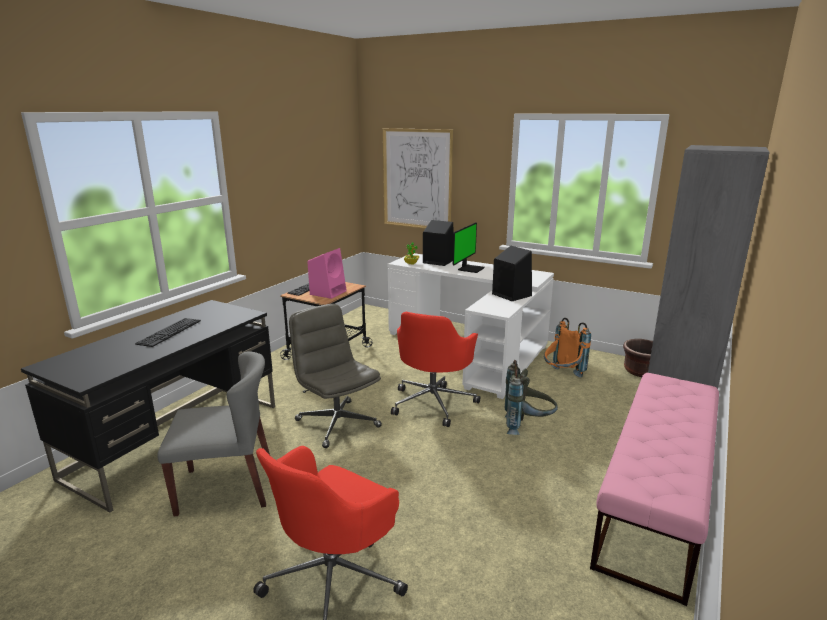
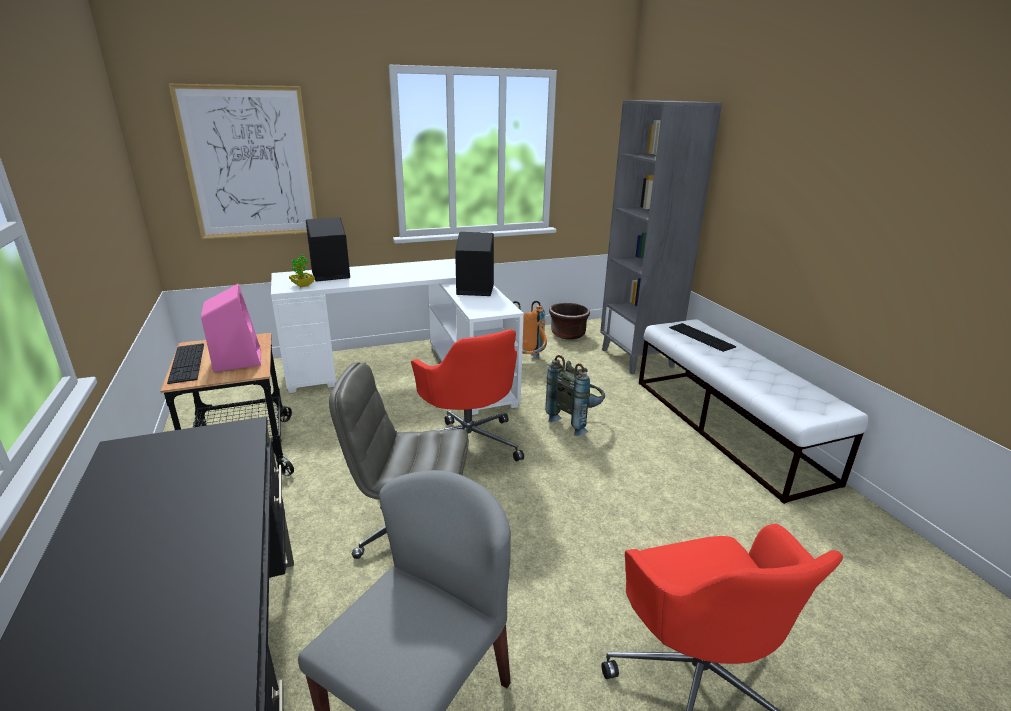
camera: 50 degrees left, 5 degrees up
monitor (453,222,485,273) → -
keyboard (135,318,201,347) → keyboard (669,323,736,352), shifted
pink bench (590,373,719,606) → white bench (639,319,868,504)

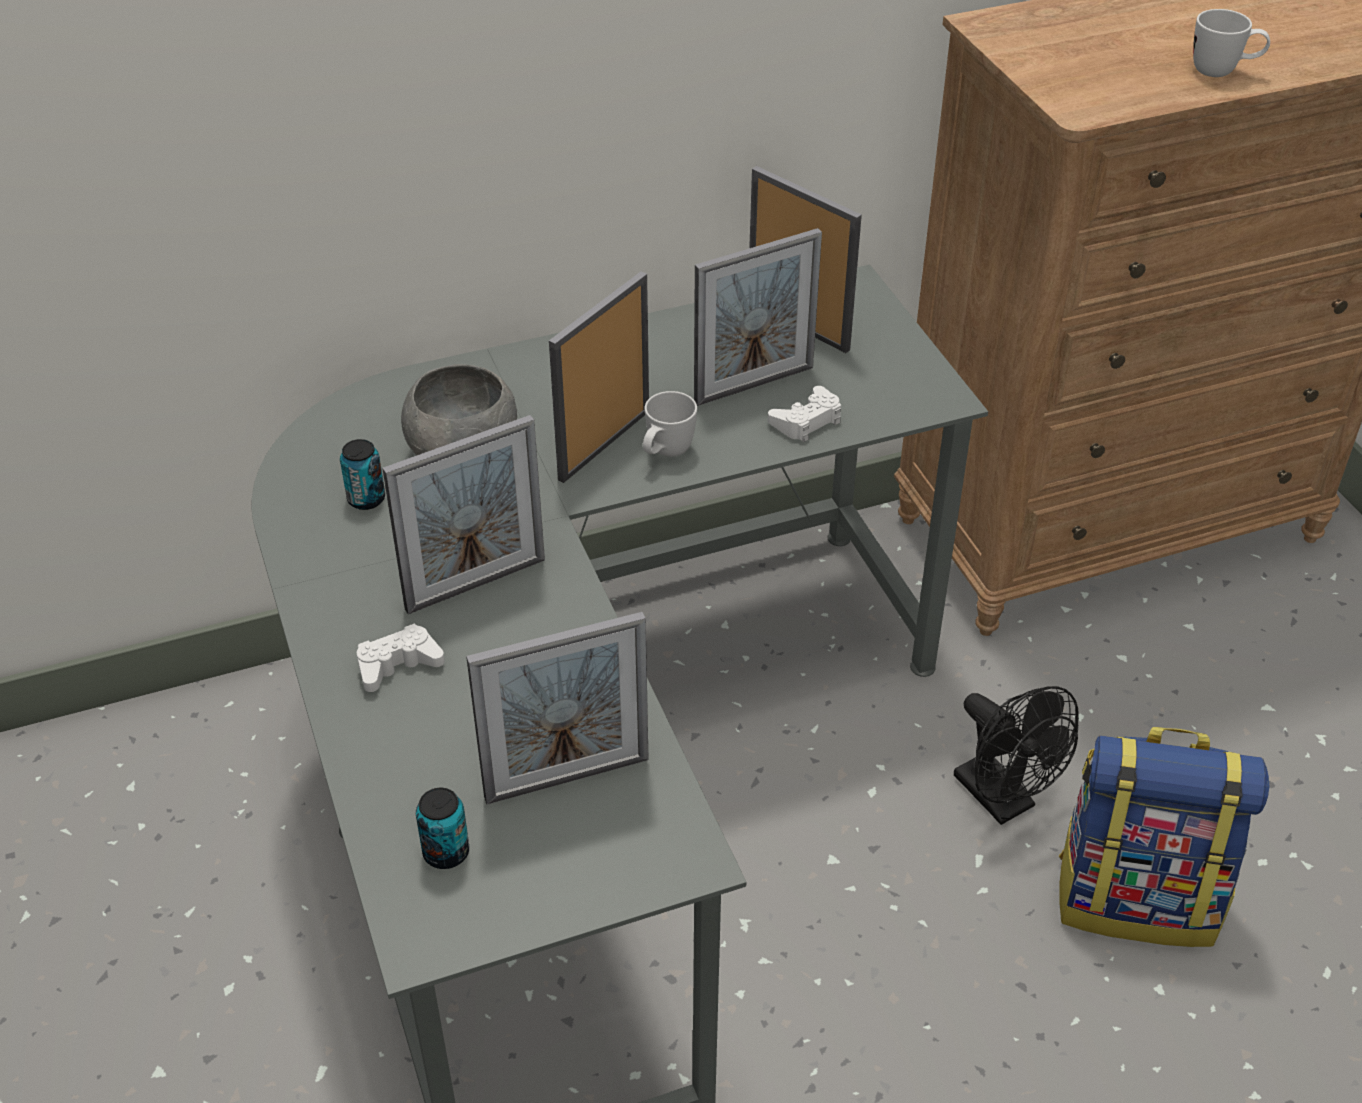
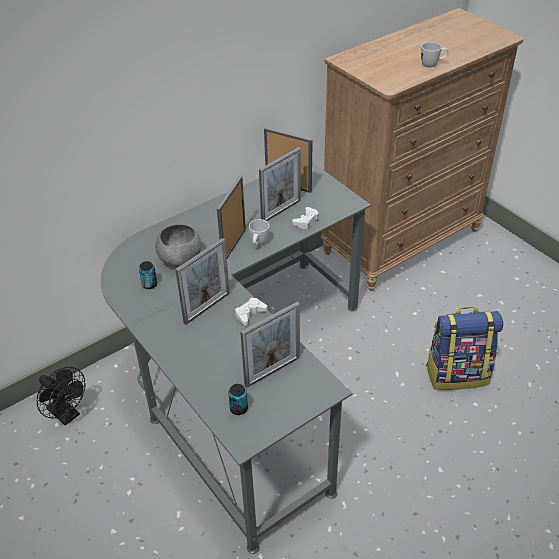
camera: 15 degrees left, 0 degrees up
white game controller (357,624,445,692) → white game controller (235,298,267,325), shifted
black fan (954,686,1079,825) → black fan (37,367,86,426), shifted

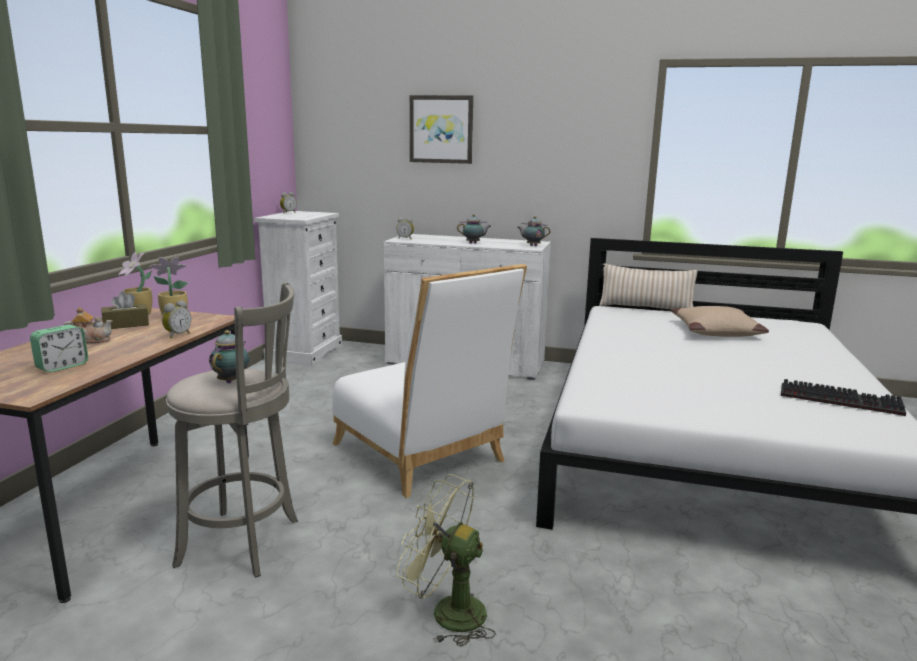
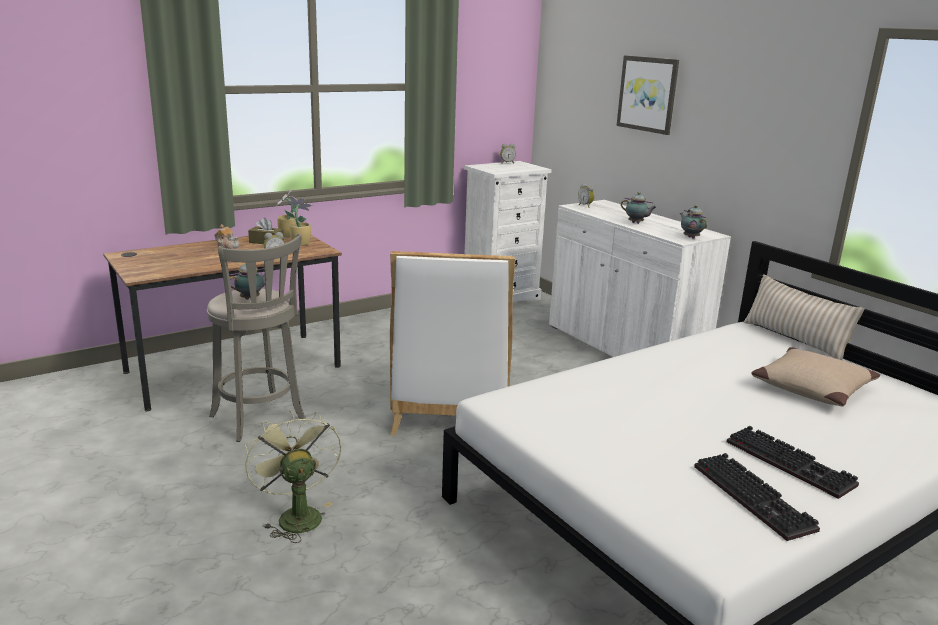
camera: 40 degrees right, 5 degrees up
alarm clock (30,325,88,372) → -
- → keyboard (727,425,859,499)

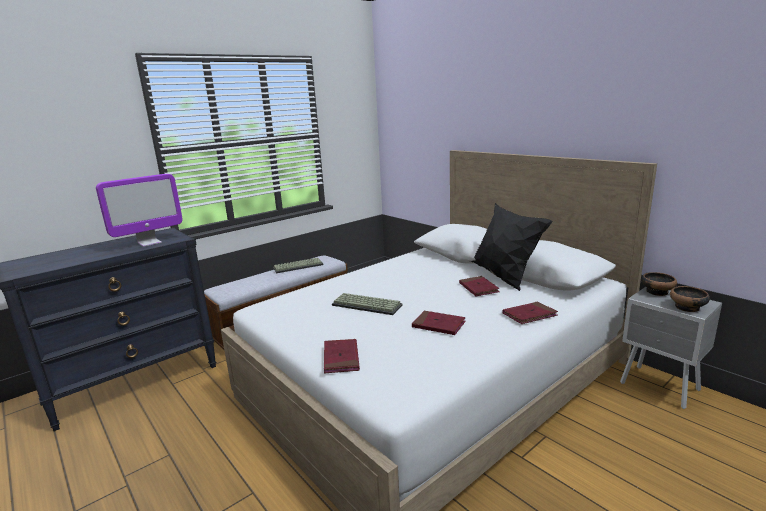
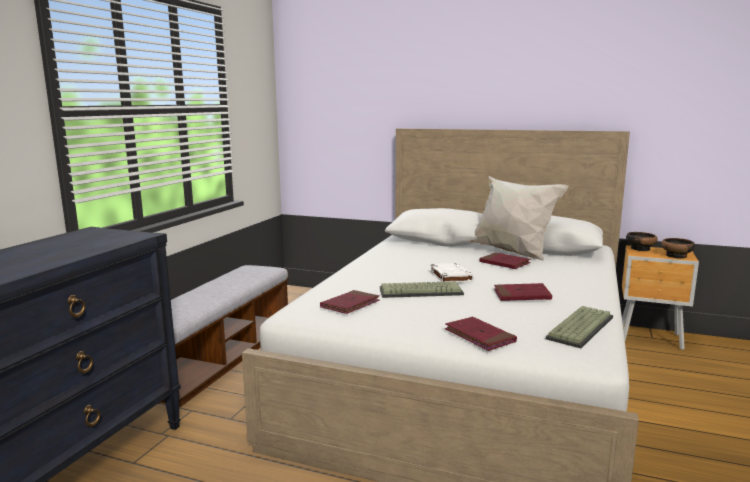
camera: 30 degrees left, 5 degrees down
monitor (96,174,183,247) → -
- → white book (430,263,474,283)
keyboard (273,258,324,273) → keyboard (546,306,613,348), shifted
red book (502,302,558,324) → red book (320,290,380,314), shifted
black pillow (470,203,553,291) → white pillow (468,176,568,261)
grey nightstand (620,287,722,409) → brown nightstand (622,245,699,350)

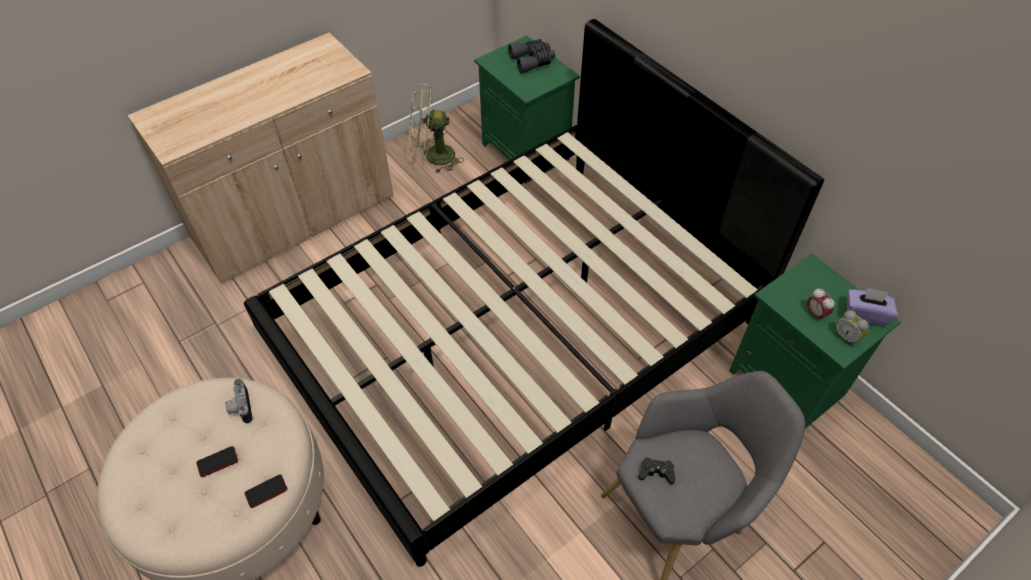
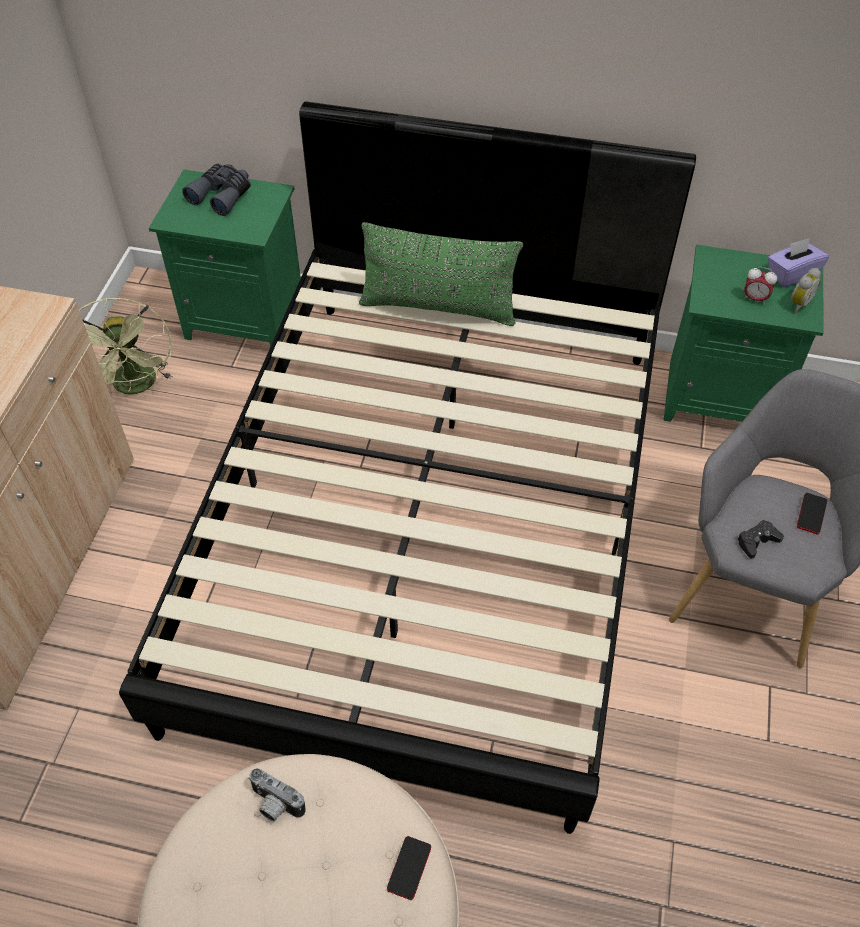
camera: 40 degrees left, 0 degrees up
- → green pillow (359,222,523,326)
phone (196,446,238,477) → phone (797,493,827,535), shifted
green fan (409,84,464,174) → green fan (79,298,173,395), 60 degrees counterclockwise
alarm clock (834,310,869,347) → alarm clock (790,268,821,313), 60 degrees counterclockwise

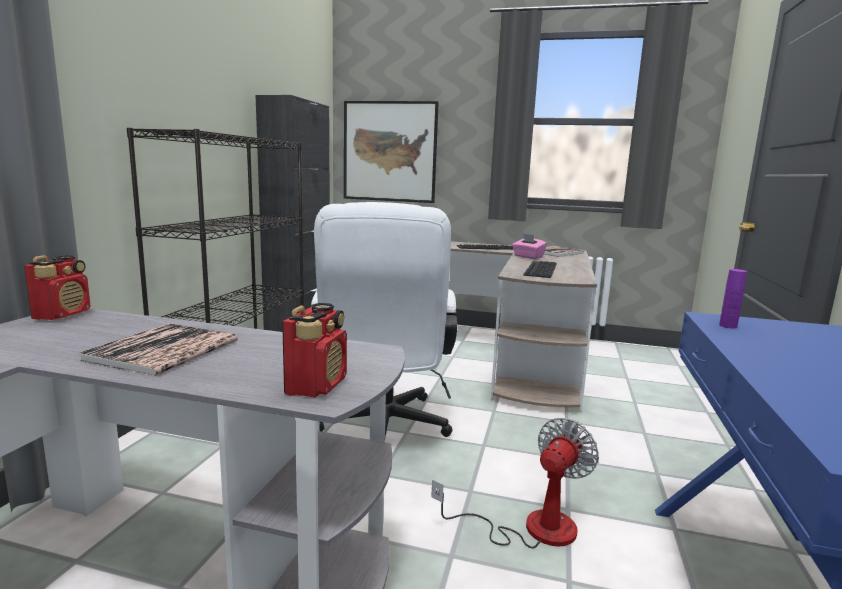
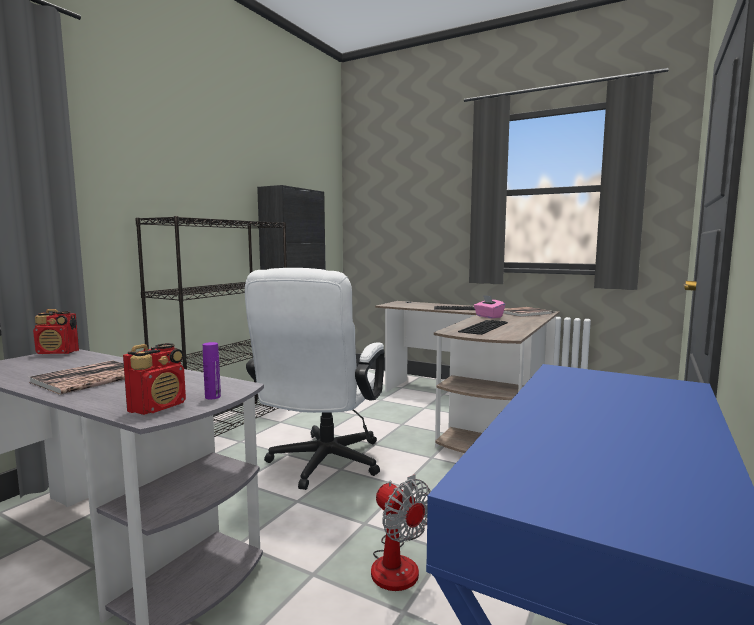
camera: 15 degrees right, 5 degrees down
picture (344,101,439,203) → -
purple bottle (719,269,747,328) → purple bottle (203,342,221,399), shifted
radio (24,255,90,320) → radio (33,309,79,354), 60 degrees clockwise
fan (431,418,599,549) → fan (371,474,431,591), 90 degrees clockwise

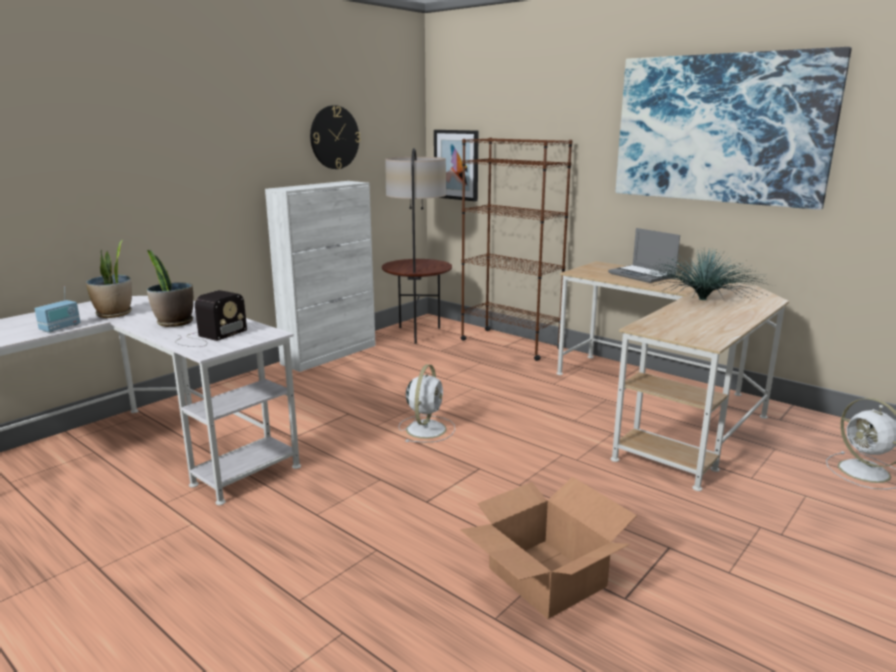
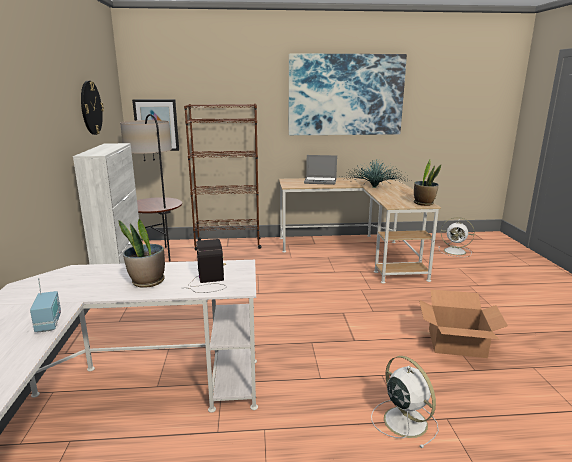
camera: 45 degrees left, 0 degrees up
potted plant (86,240,132,318) → potted plant (414,160,441,206), shifted
white fan (398,364,455,443) → white fan (371,356,439,448), shifted

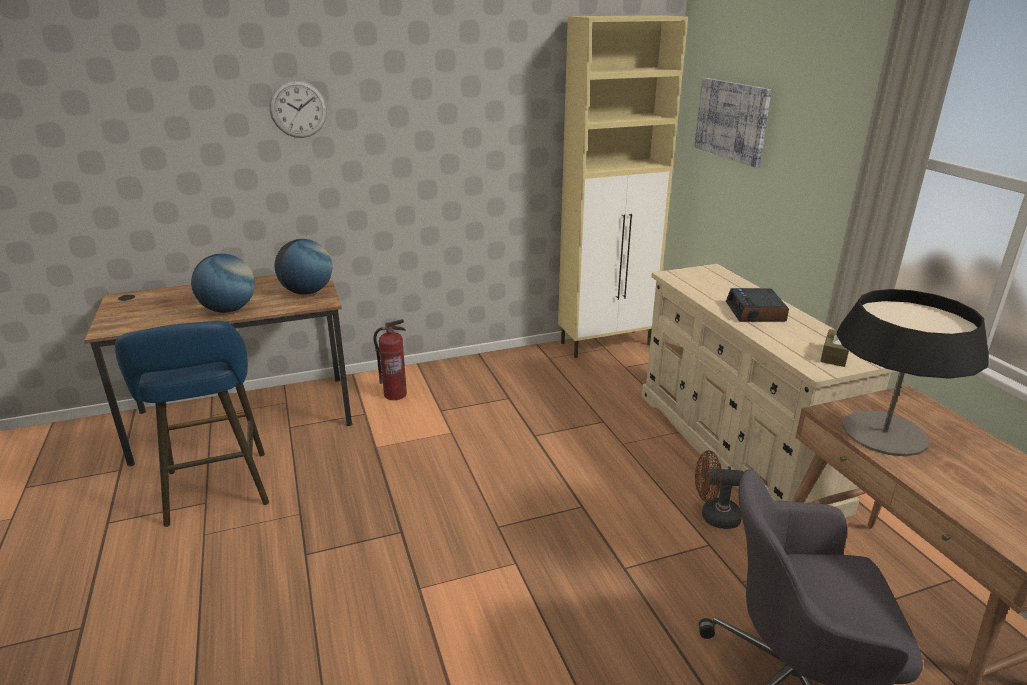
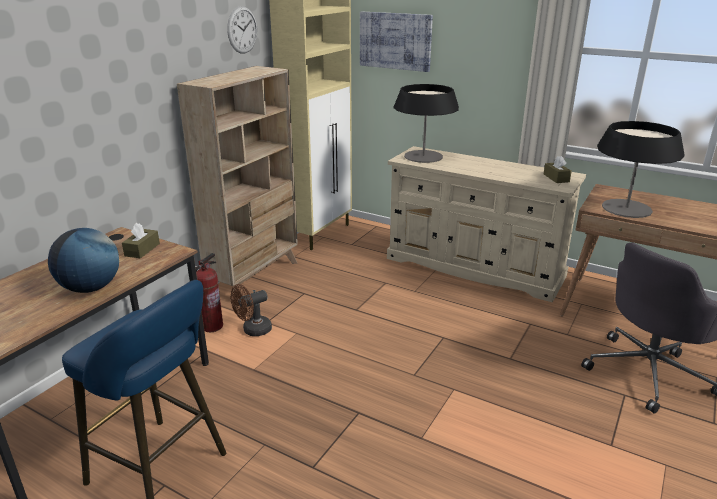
camera: 40 degrees left, 0 degrees up
alarm clock (726,288,789,322) → -
- → beige bookcase (177,66,298,289)
- → table lamp (394,84,459,163)
wall clock (269,80,327,138) → wall clock (227,6,257,54), shifted
brown fan (695,450,744,529) → brown fan (231,284,272,336), shifted
globe (274,239,332,295) → brown tissue box (122,223,160,258)

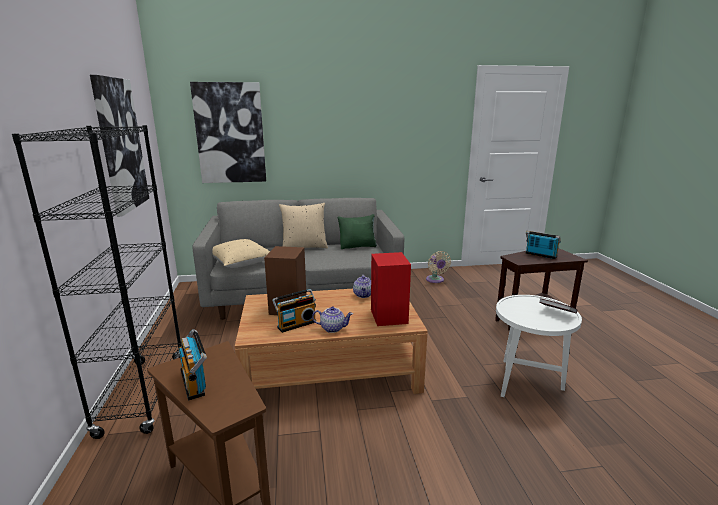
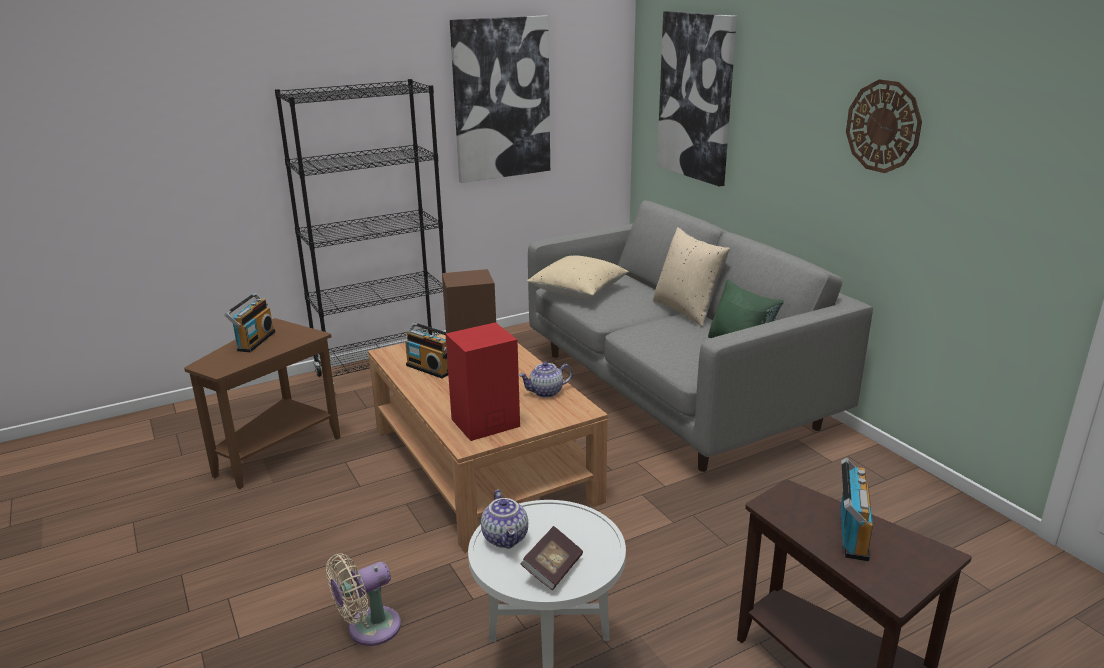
camera: 70 degrees right, 5 degrees up
- → wall clock (846,79,922,173)
teapot (312,307,353,333) → teapot (481,489,528,549), shifted
beige fan (426,251,451,283) → beige fan (326,553,401,646), shifted
radio (179,329,207,400) → radio (224,293,275,352), 150 degrees clockwise

